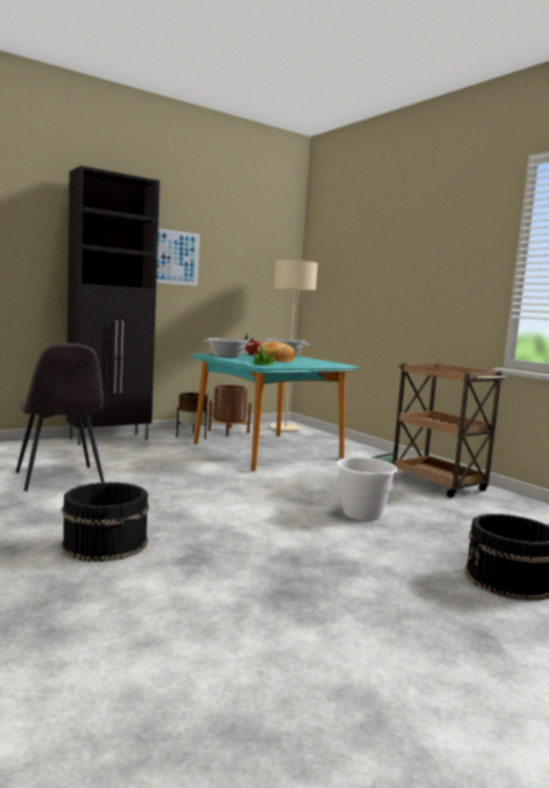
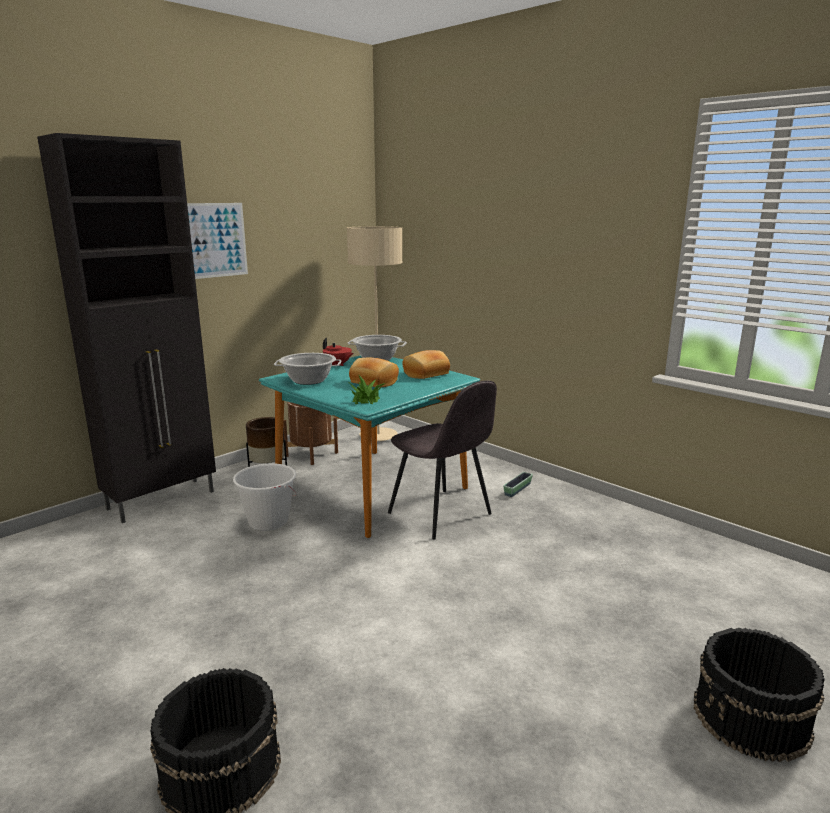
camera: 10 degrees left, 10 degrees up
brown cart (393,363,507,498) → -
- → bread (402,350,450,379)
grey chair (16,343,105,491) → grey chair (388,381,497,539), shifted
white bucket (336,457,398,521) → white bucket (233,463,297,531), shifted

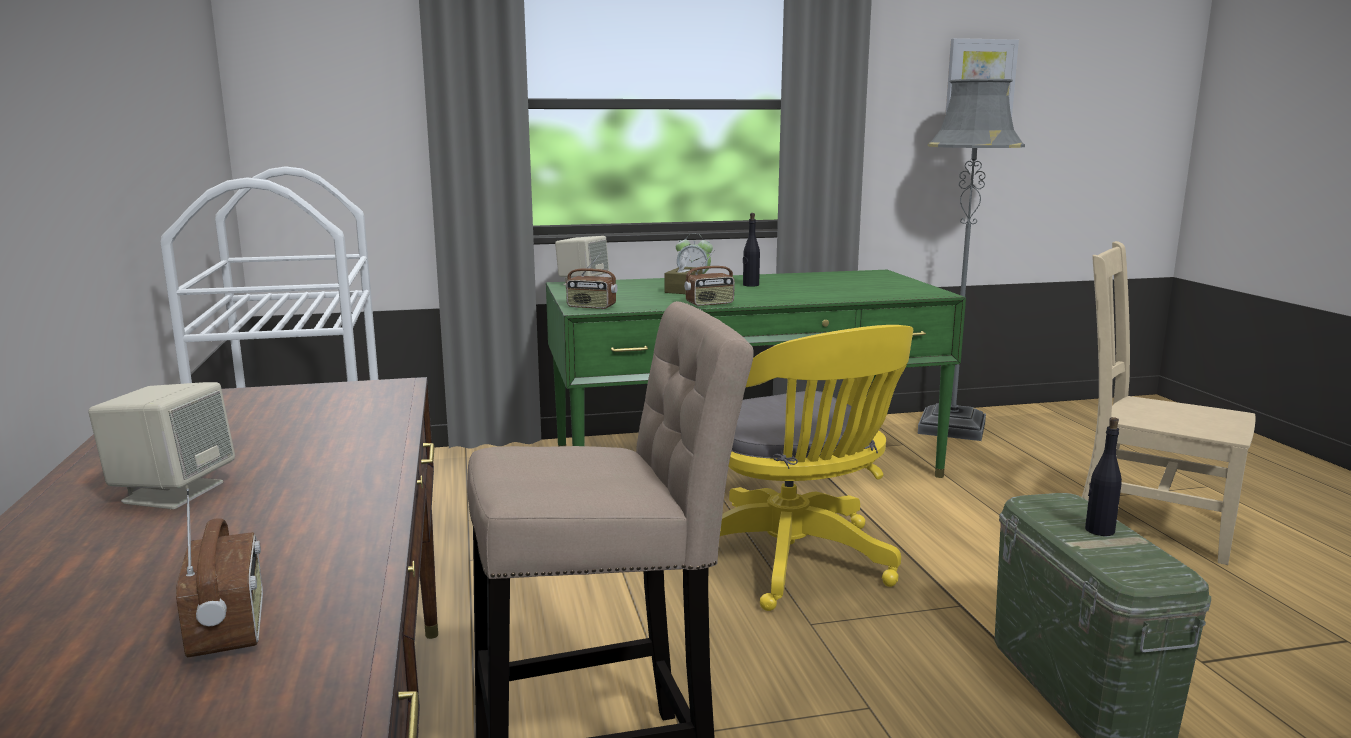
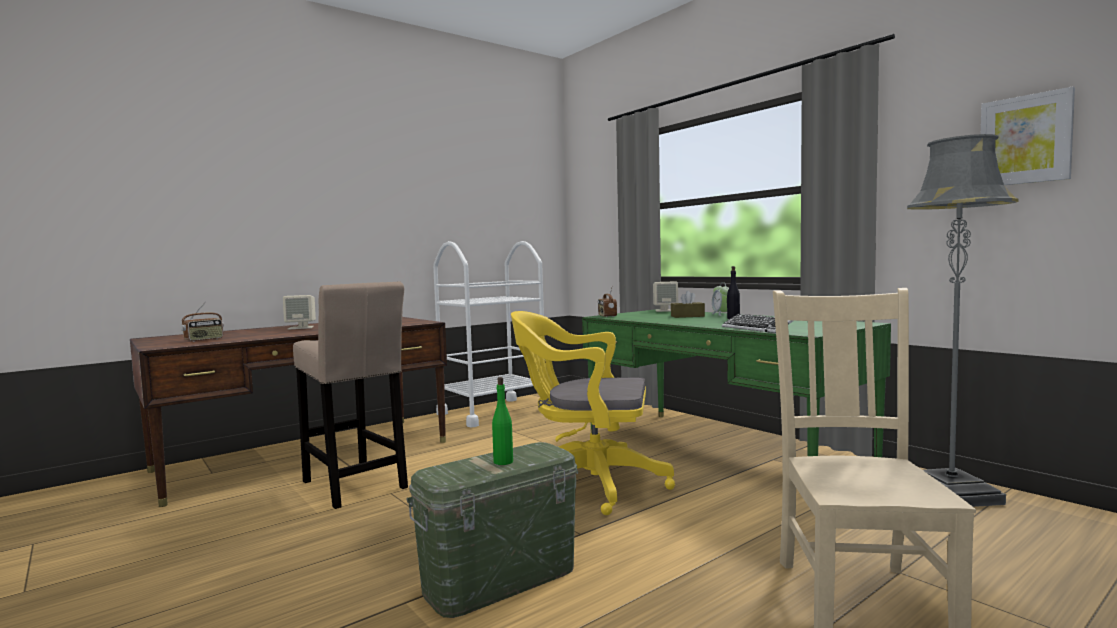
camera: 65 degrees right, 10 degrees down
radio (684,250,735,306) → -
- → keyboard (722,314,793,333)
black bottle (1085,417,1122,536) → green bottle (492,377,513,465)
yellow office chair (720,325,913,611) → yellow office chair (511,311,675,515), 60 degrees clockwise

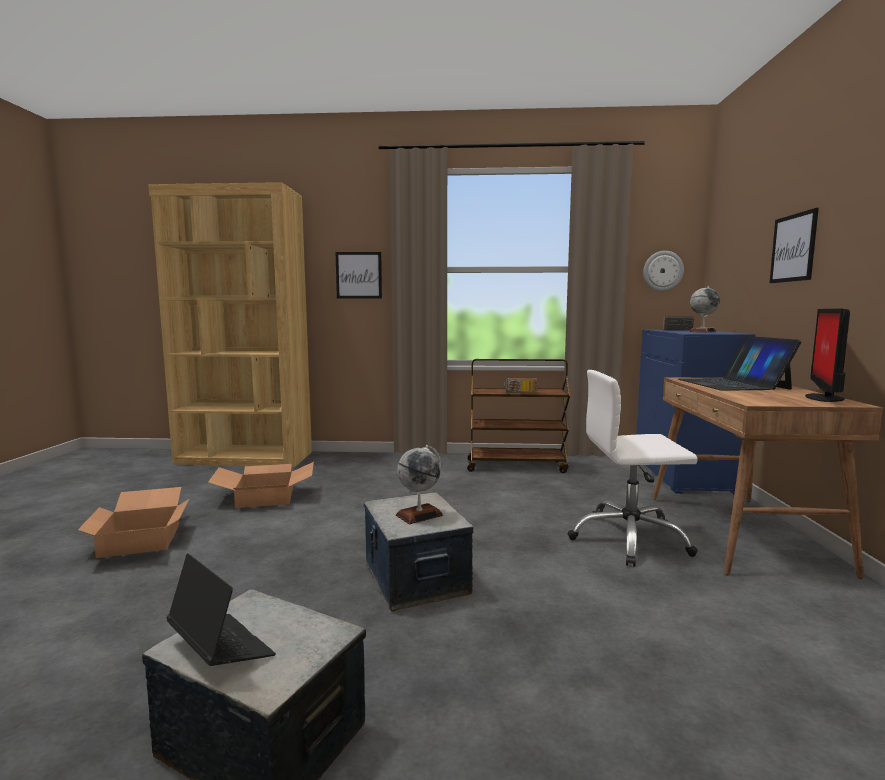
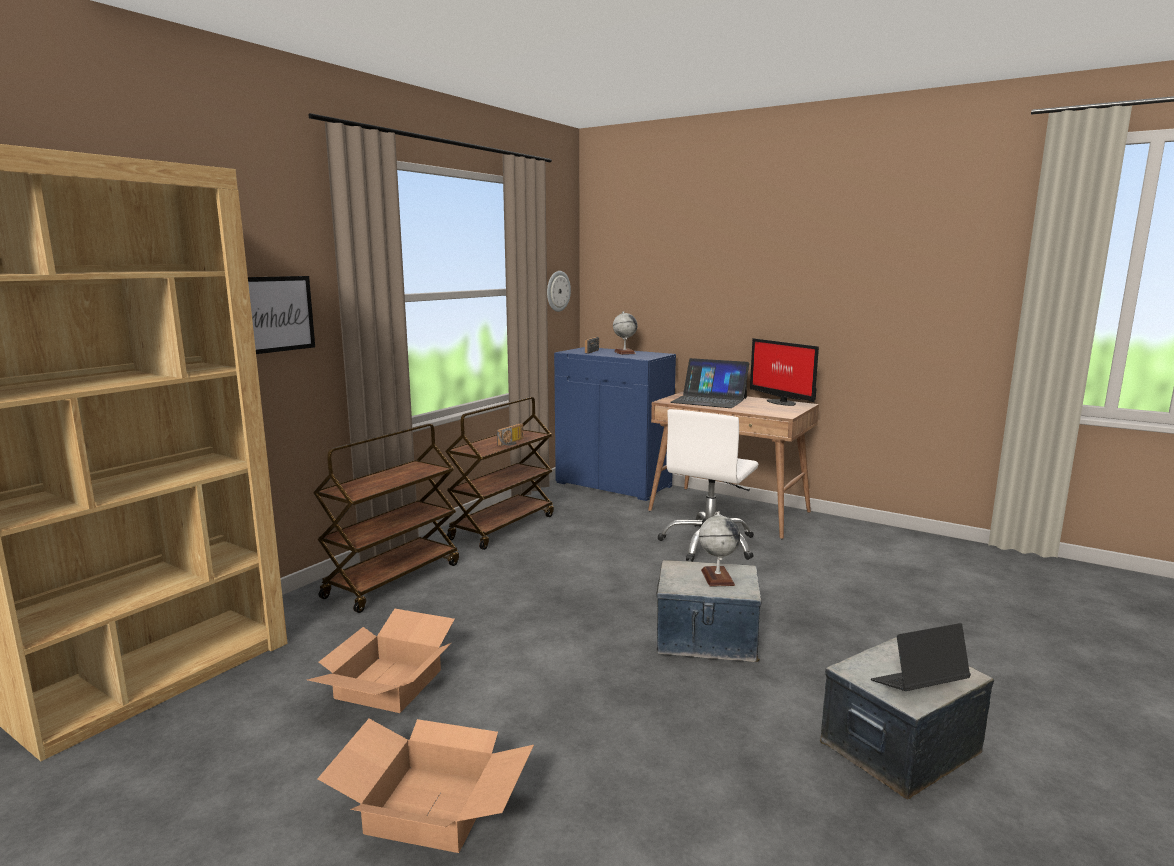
camera: 60 degrees left, 5 degrees up
picture (770,208,819,283) → -
- → brown cart (313,424,459,613)

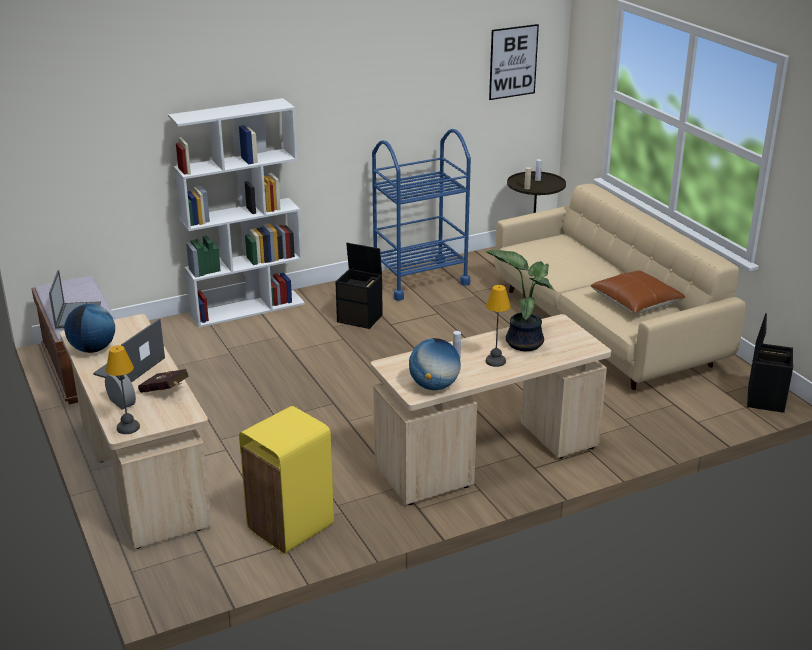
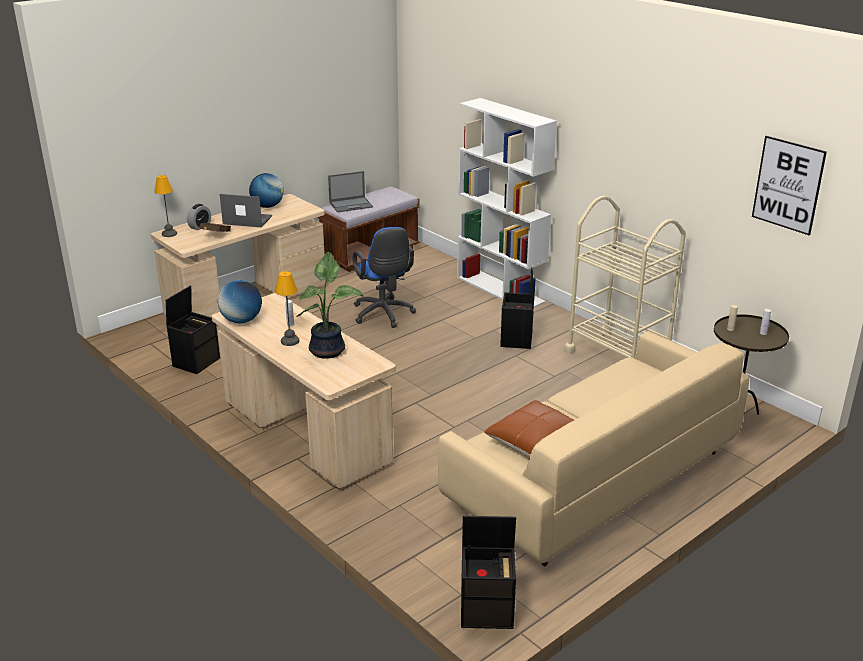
camera: 75 degrees right, 0 degrees up
- → blue office chair (353,227,416,328)
yellow trash can (239,406,334,554) → black storage box (166,285,220,374)
blue cart (372,129,471,301) → beige cart (564,196,686,359)

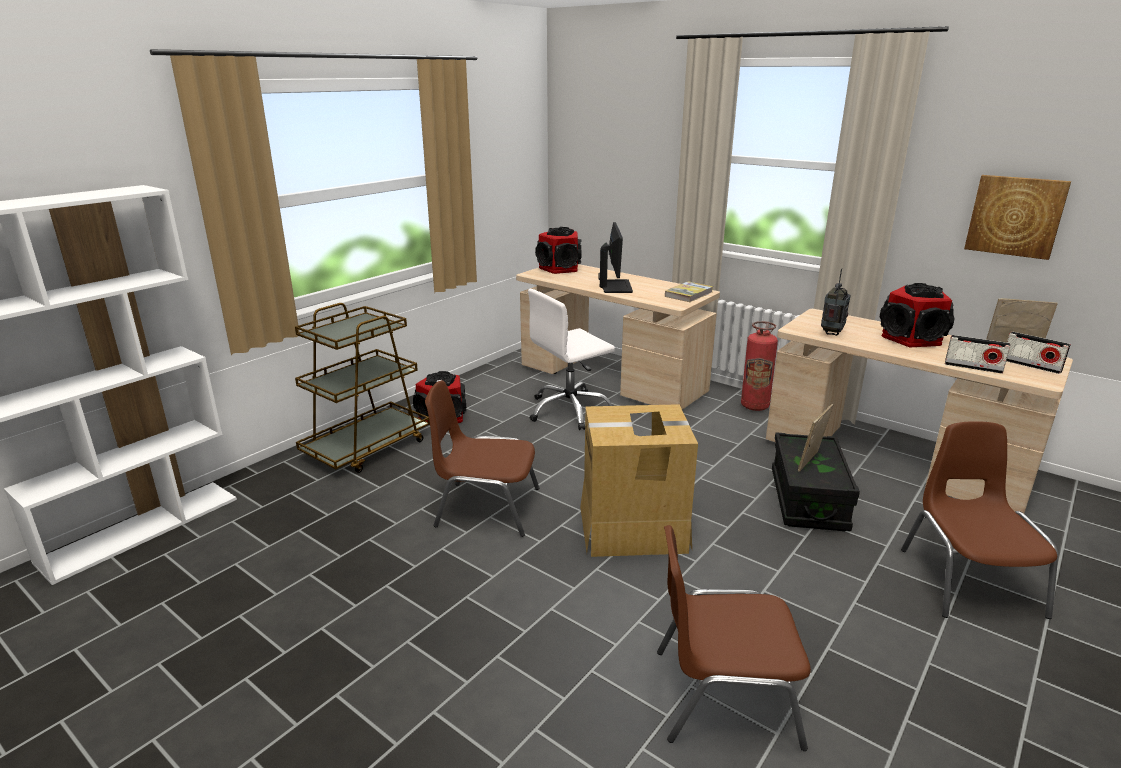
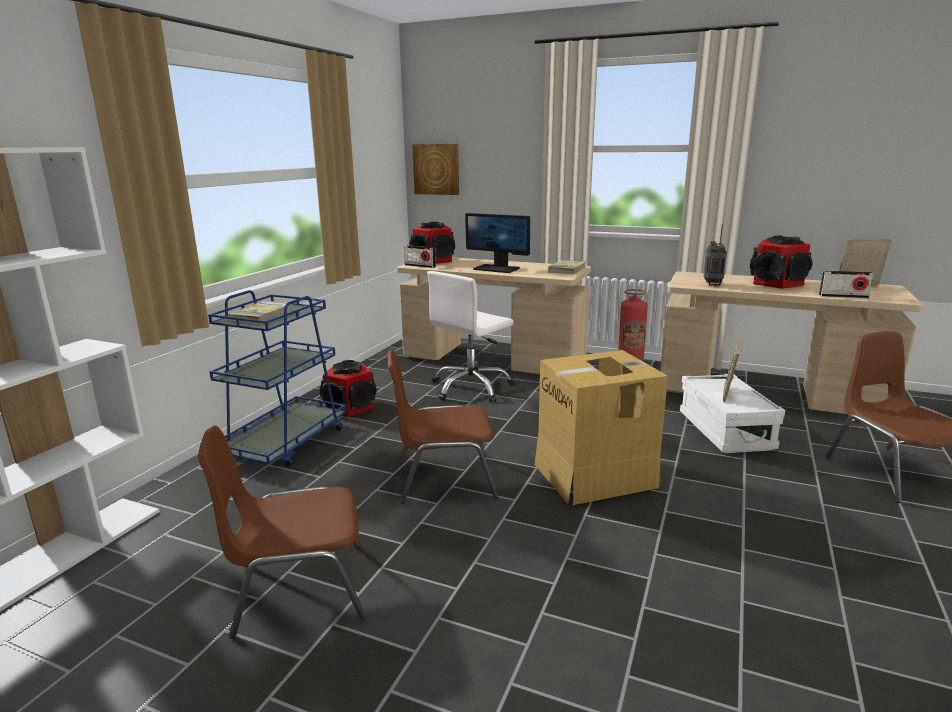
camera: 15 degrees left, 5 degrees down
- → book (228,301,293,324)
brown chair (657,525,811,751) → brown chair (198,425,367,639), shifted
picture (964,175,1071,260) → picture (412,144,459,195), shifted
radio (1006,332,1071,374) → radio (404,245,436,268), shifted
brown cart (295,303,430,473) → blue cart (208,290,347,467)
black storage box (772,432,860,531) → white storage box (680,374,785,453)
monitor (599,222,633,293) → monitor (465,213,530,273), 135 degrees clockwise

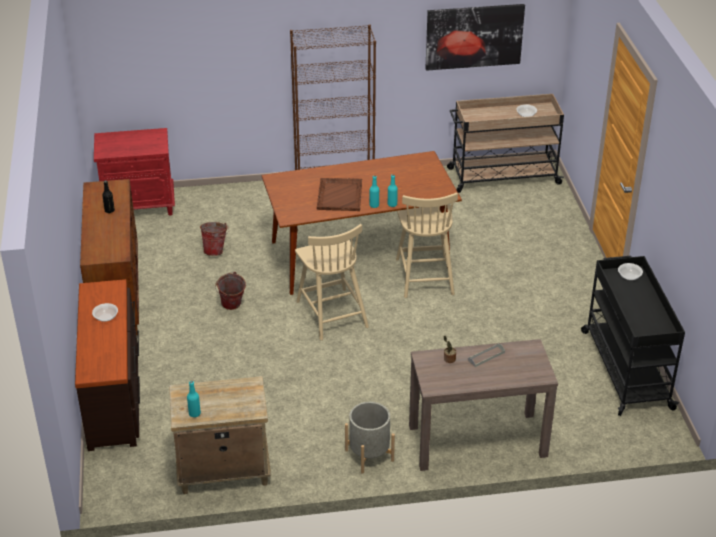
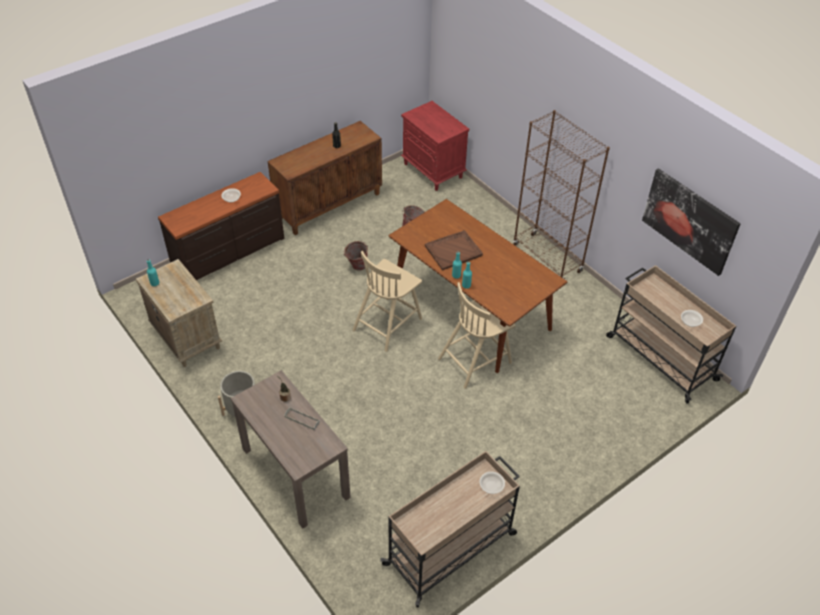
camera: 60 degrees right, 10 degrees up
black cart (581,256,685,416) → beige cart (380,451,520,607)

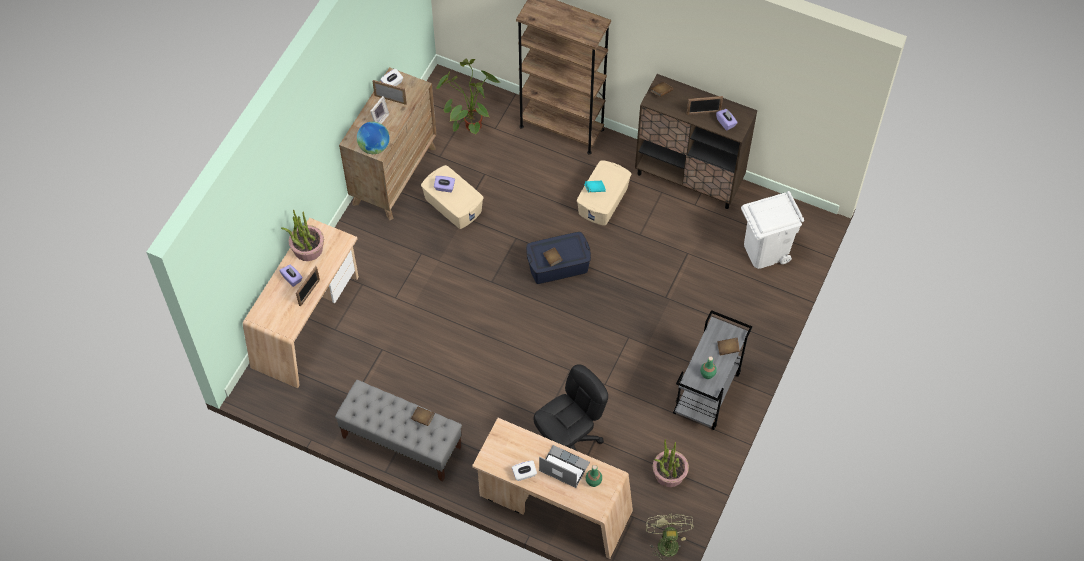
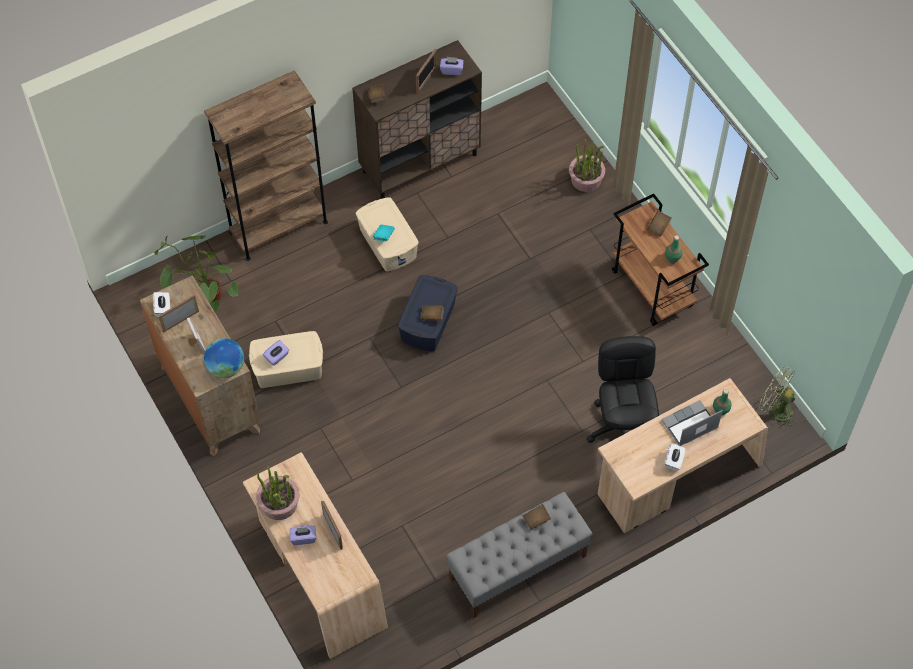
camera: 55 degrees left, 0 degrees up
white trash can (741,191,804,269) → -
potted plant (653,439,689,487) → potted plant (569,139,605,192), shifted
grey cart (673,310,752,430) → brown cart (612,193,709,326)

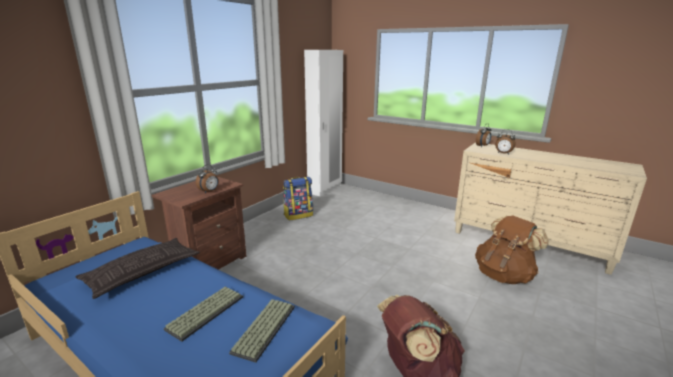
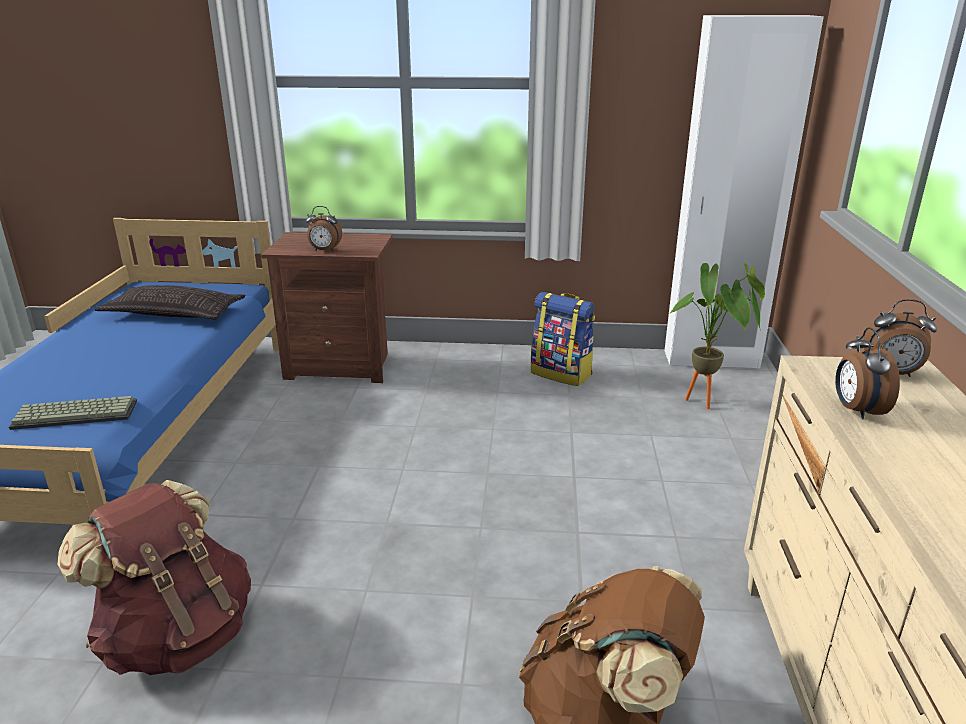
camera: 60 degrees right, 5 degrees up
keyboard (164,287,243,342) → -
- → potted plant (670,263,765,409)

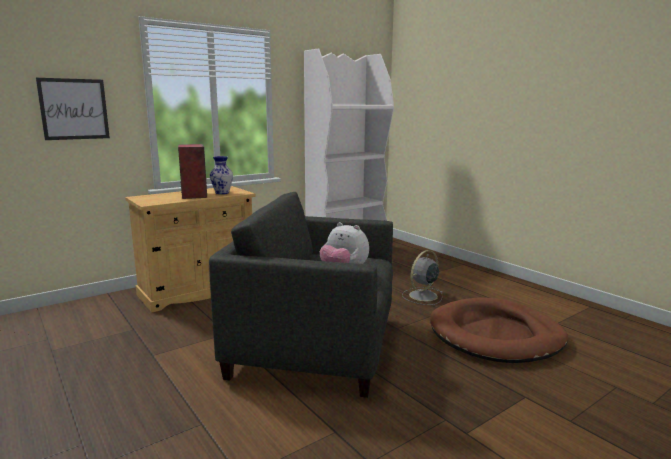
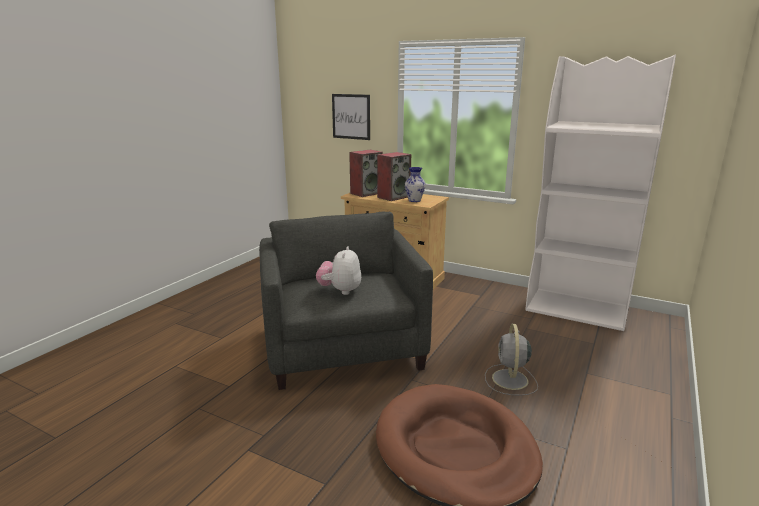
camera: 65 degrees right, 5 degrees up
- → speaker (349,150,383,197)
grey fan (402,250,443,305) → grey fan (485,324,538,396), 105 degrees counterclockwise

